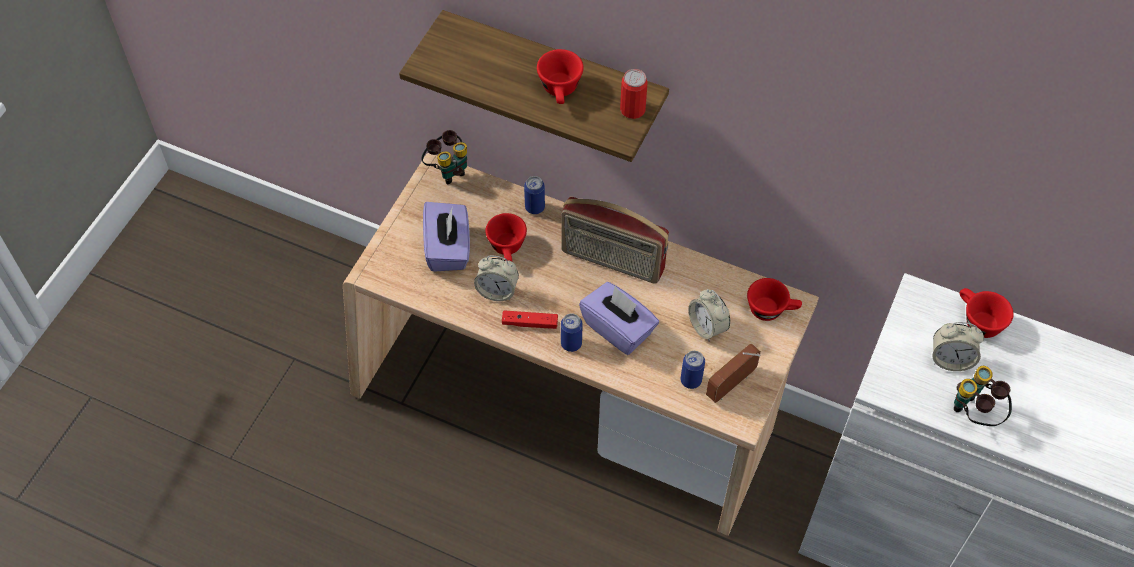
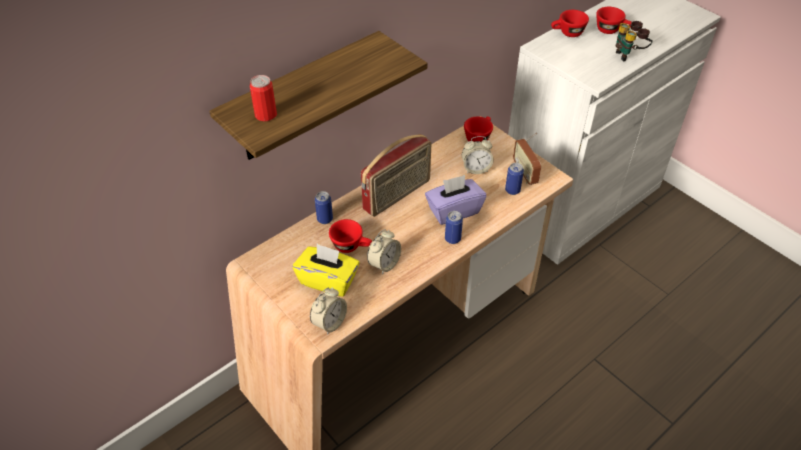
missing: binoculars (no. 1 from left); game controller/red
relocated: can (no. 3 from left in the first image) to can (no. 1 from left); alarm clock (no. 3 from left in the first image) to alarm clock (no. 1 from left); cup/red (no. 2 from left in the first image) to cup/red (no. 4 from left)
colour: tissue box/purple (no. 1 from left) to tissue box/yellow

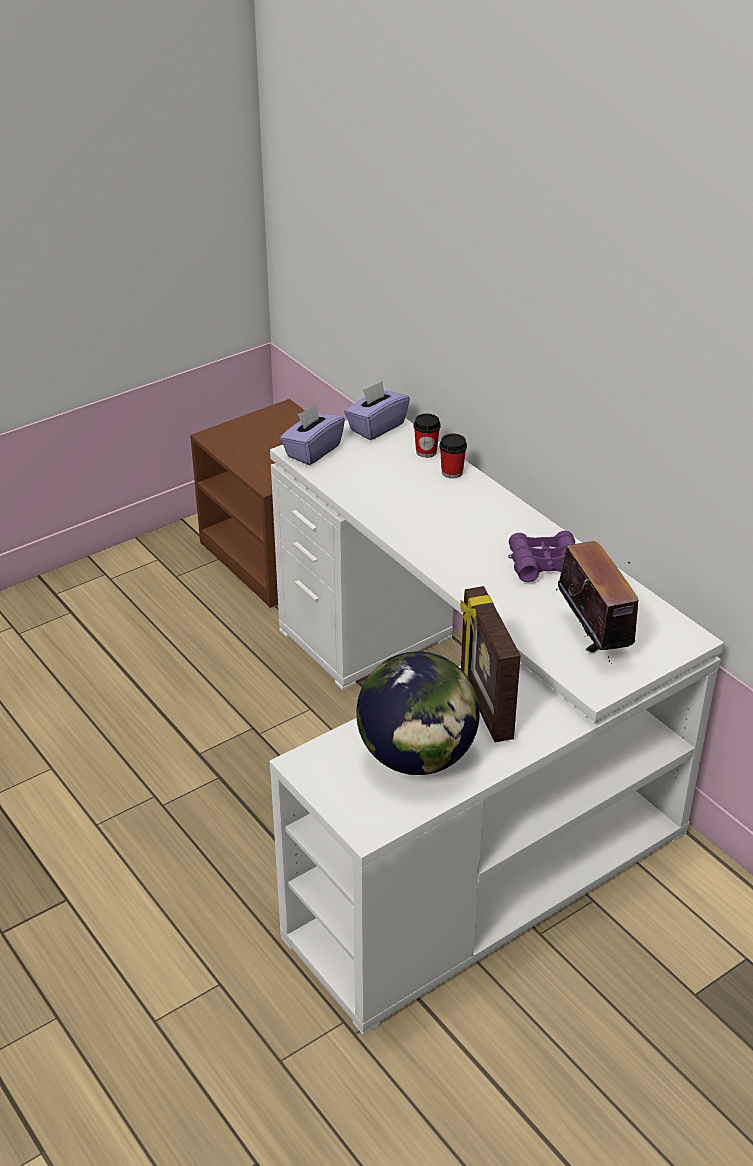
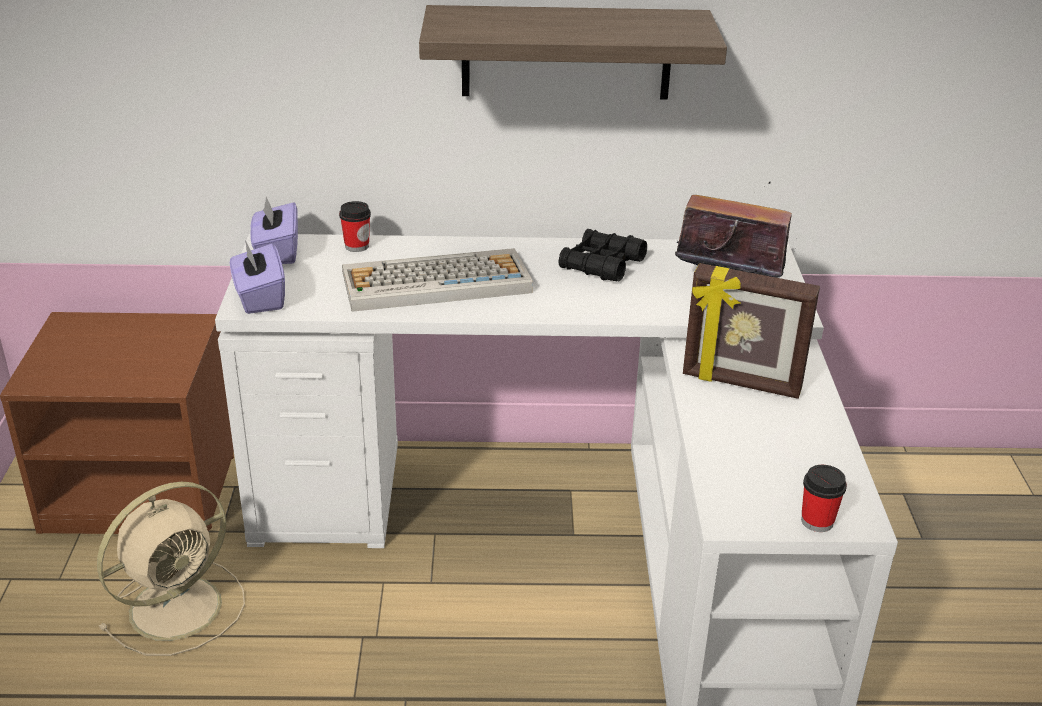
missing: globe
appeared: fan/beige; keyboard; shelf
relocated: cup (no. 2 from left)
colour: binoculars/purple to binoculars/black

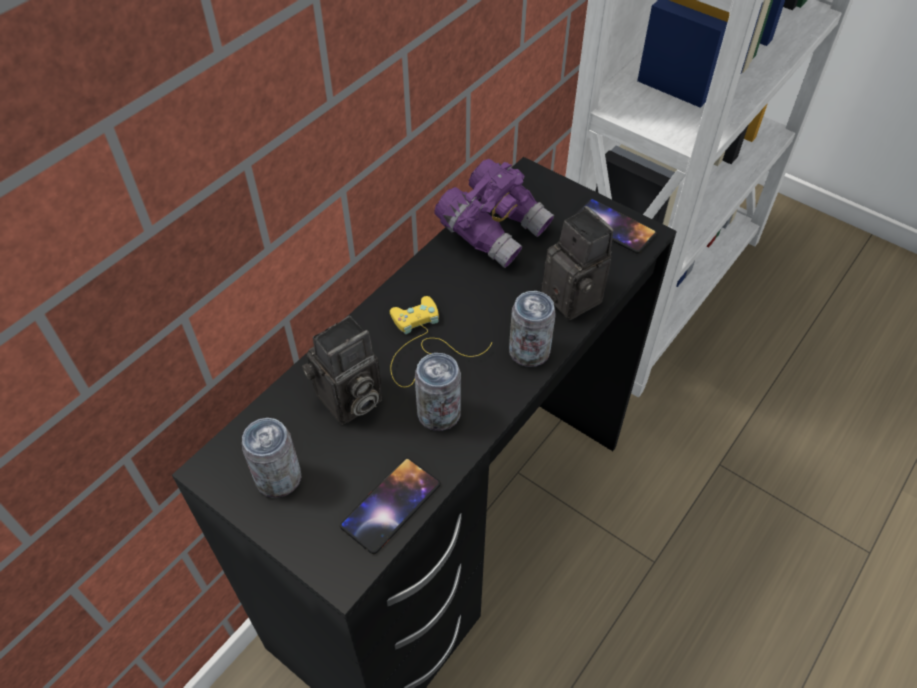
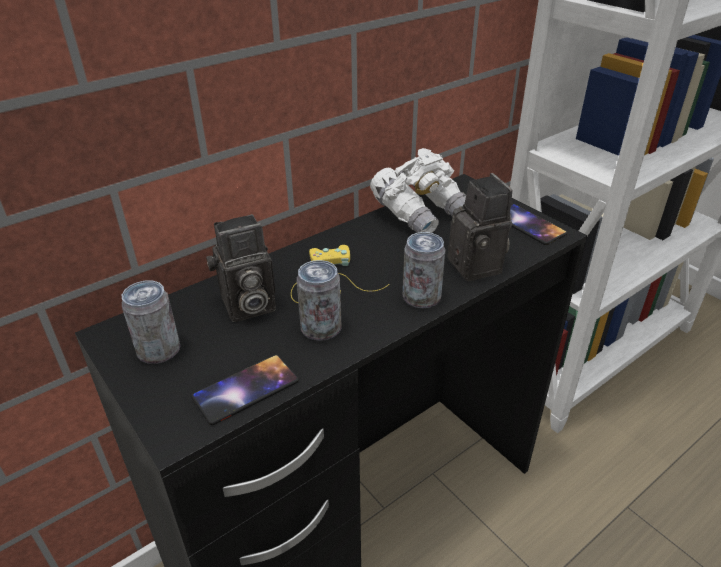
colour: binoculars/purple to binoculars/white

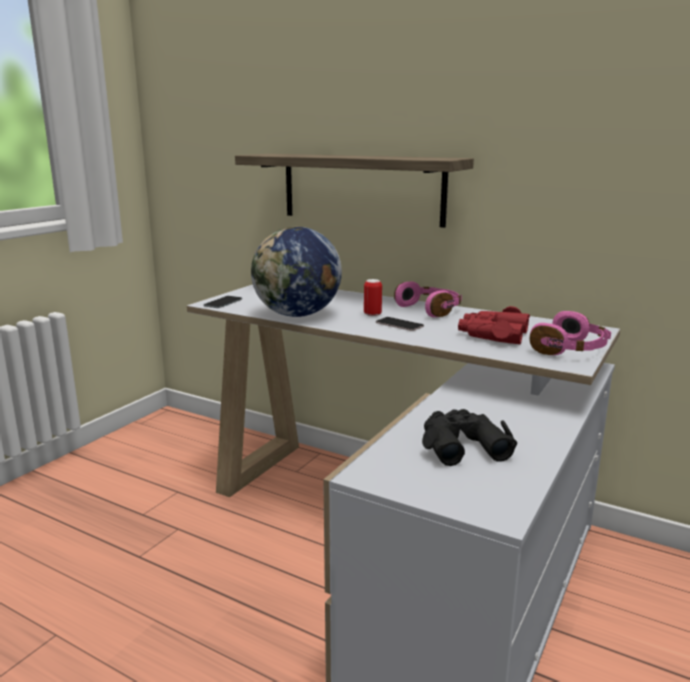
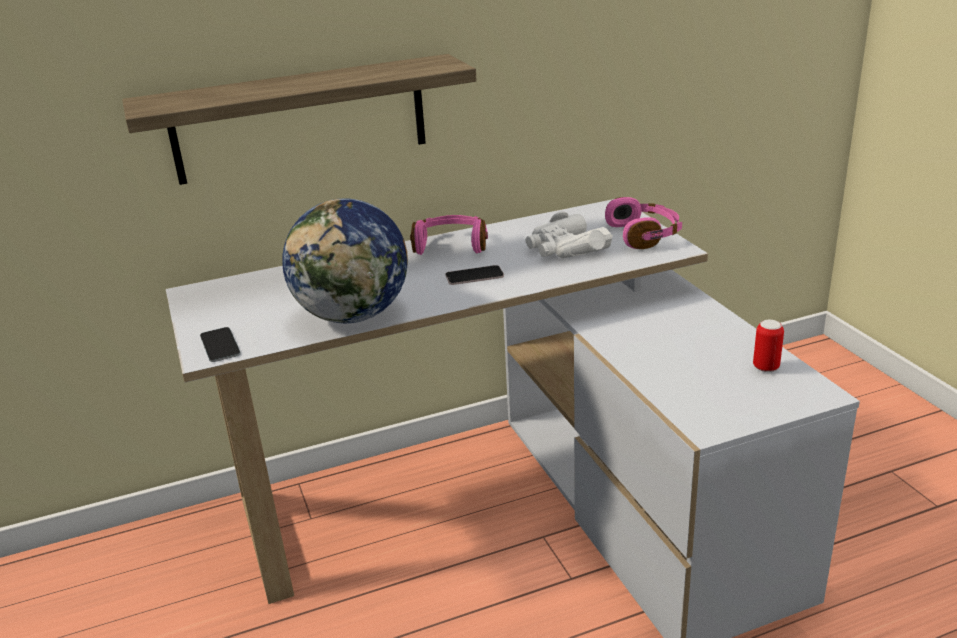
missing: binoculars/black
relocated: can
colour: binoculars/red to binoculars/white

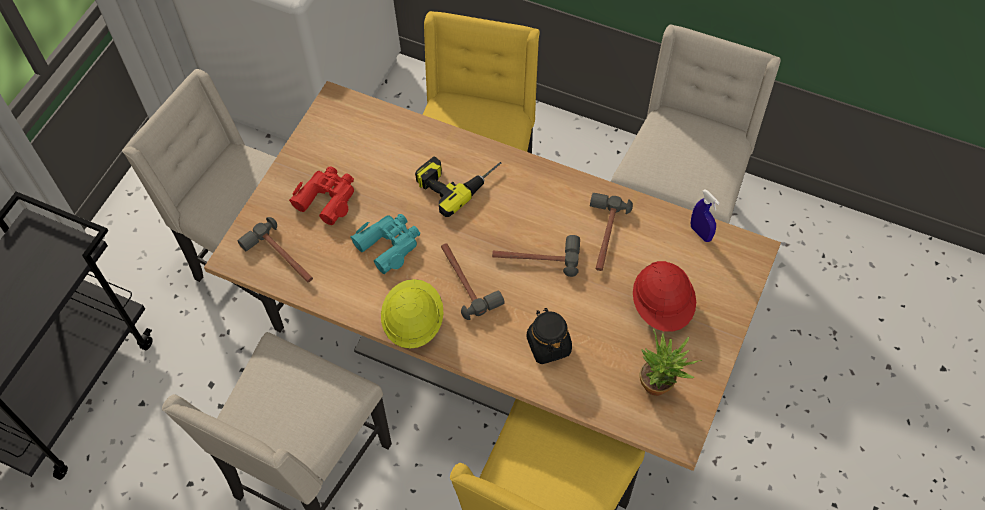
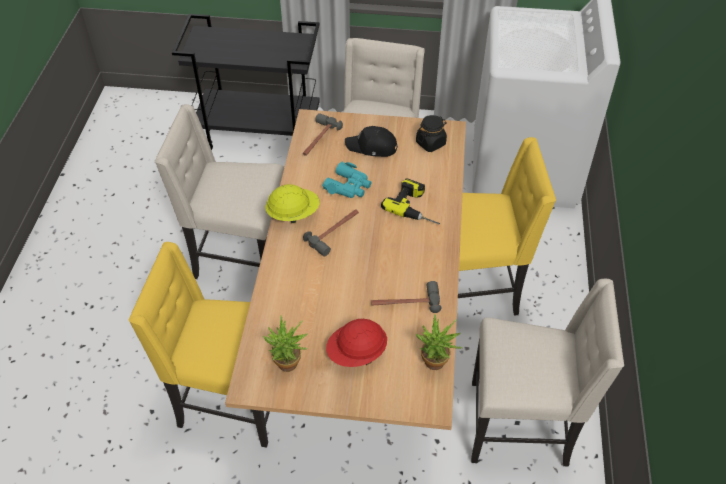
missing: hammer (no. 3 from left)
relocated: jar/black
exchanged: binoculars/red to cap/black; spray bottle/blue to potted plant (no. 2 from left)

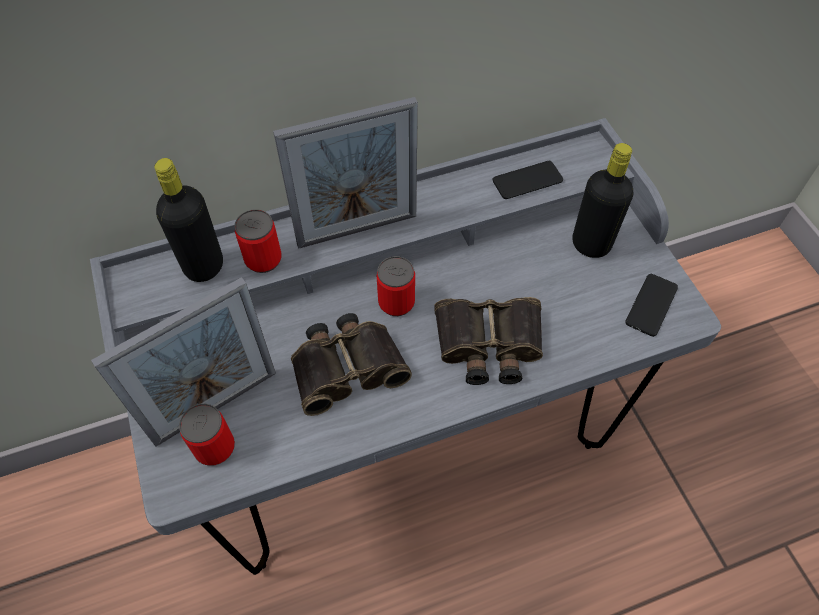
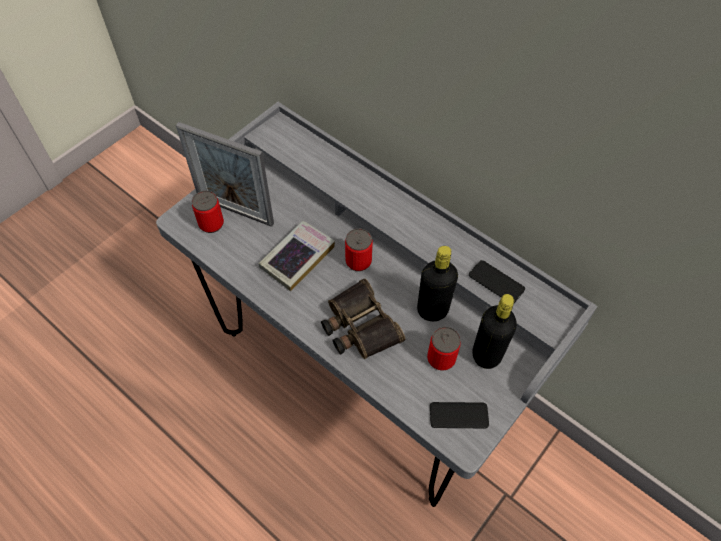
missing: picture frame (no. 2 from left)
relocated: bottle/black (no. 1 from left); can (no. 2 from left in the first image) to can (no. 3 from left)
exchanged: binoculars (no. 1 from left) to book

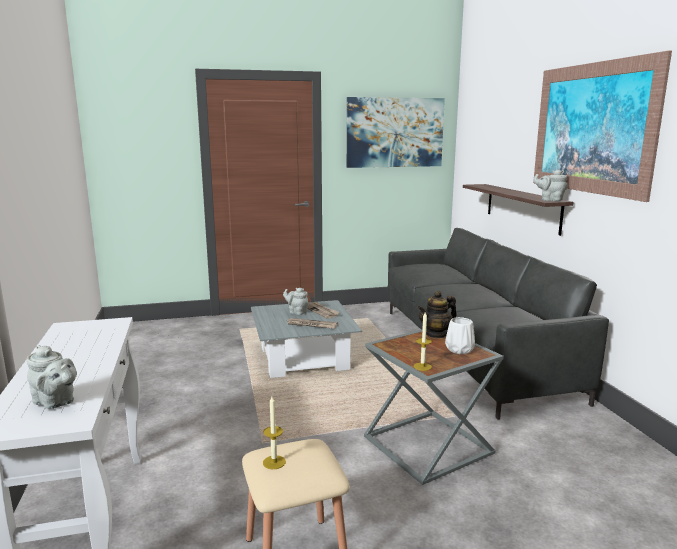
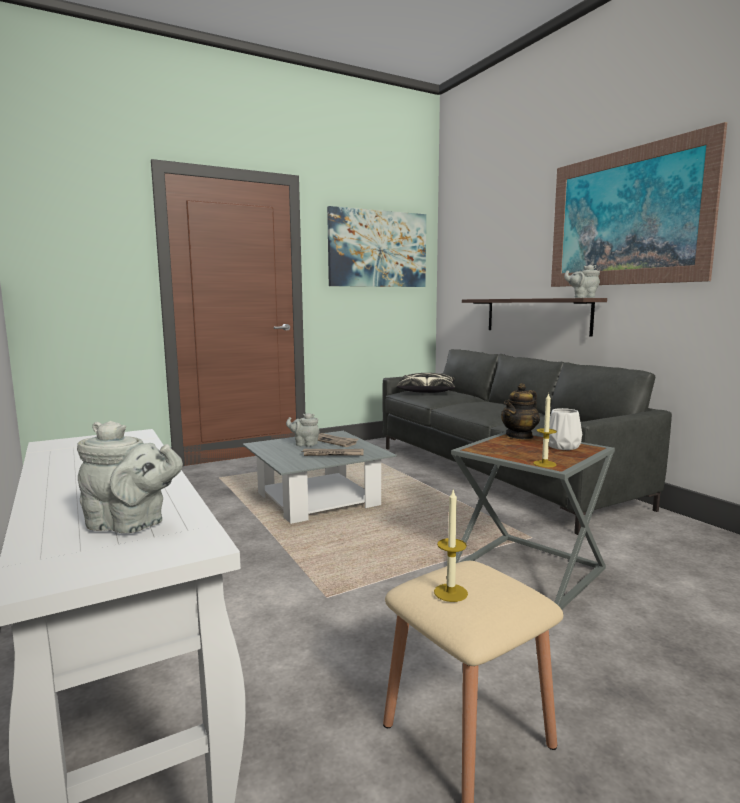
appeared: pillow

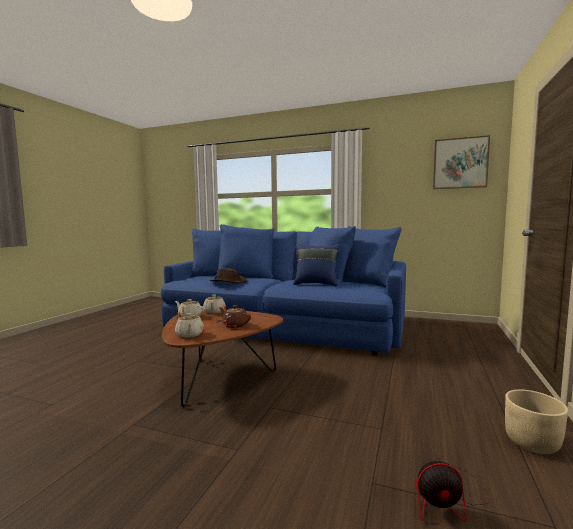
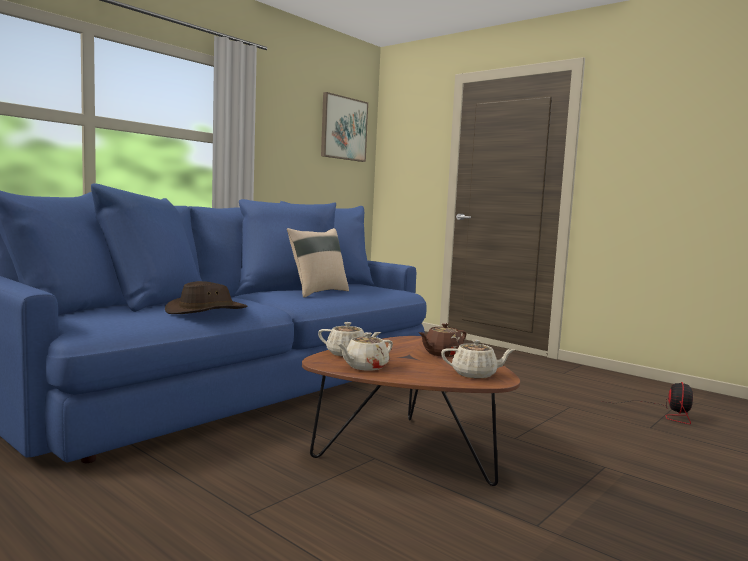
missing: planter/beige
colour: pillow/blue to pillow/beige

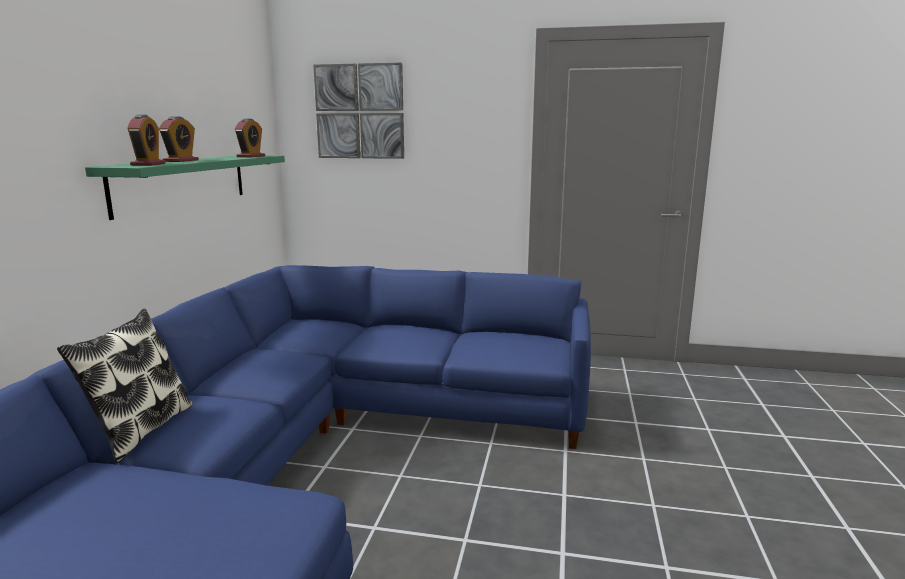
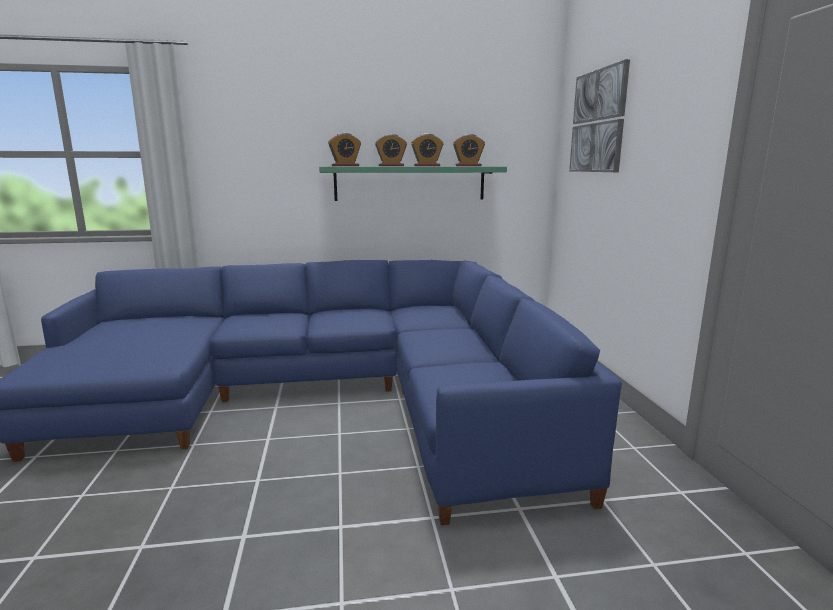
missing: pillow
appeared: alarm clock (no. 3 from left)

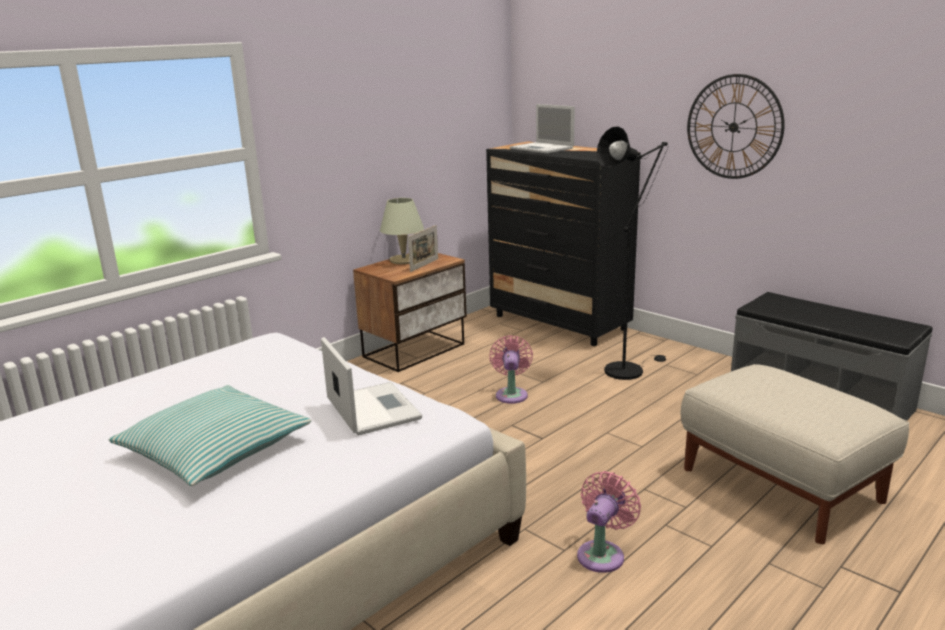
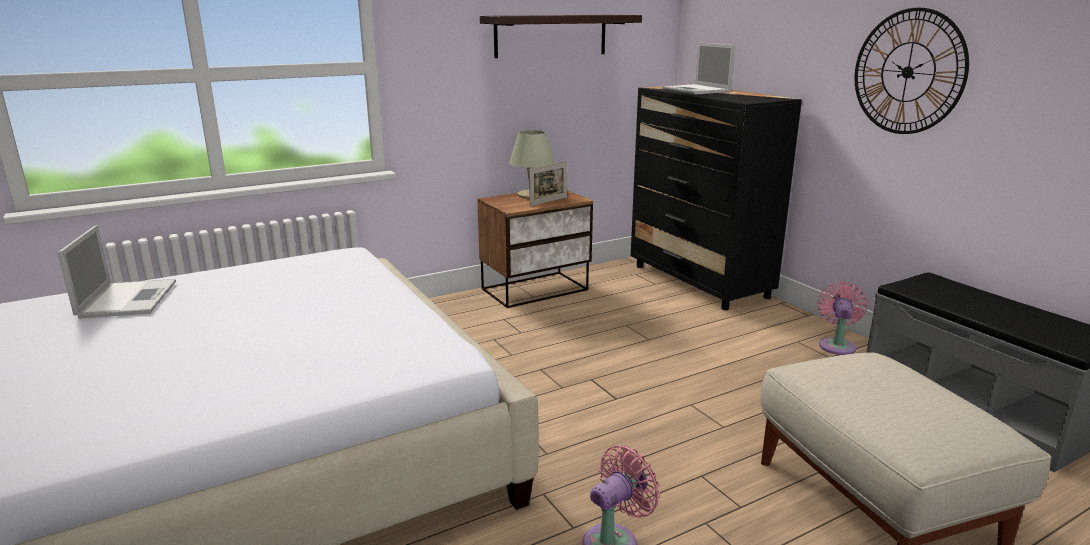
missing: pillow; floor lamp/black
appeared: shelf
relocated: laptop (no. 1 from left); fan/pink (no. 1 from left in the first image) to fan/pink (no. 2 from left)

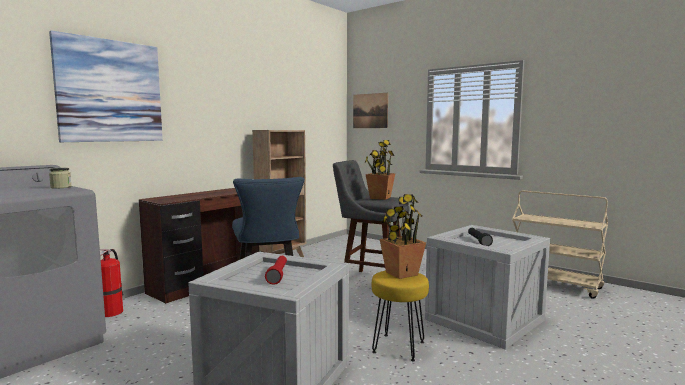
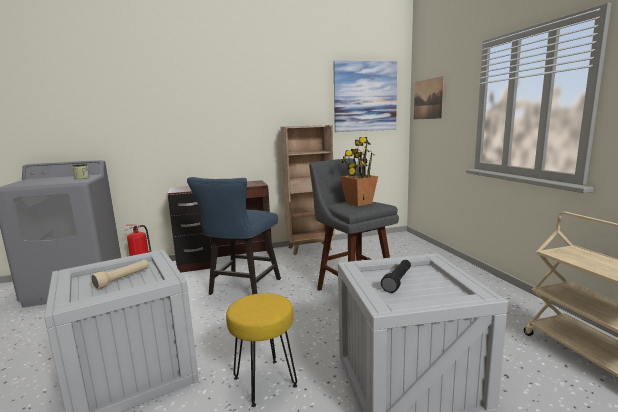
missing: potted plant (no. 2 from left)
relocated: picture (no. 1 from left)
colour: flashlight/red to flashlight/beige

